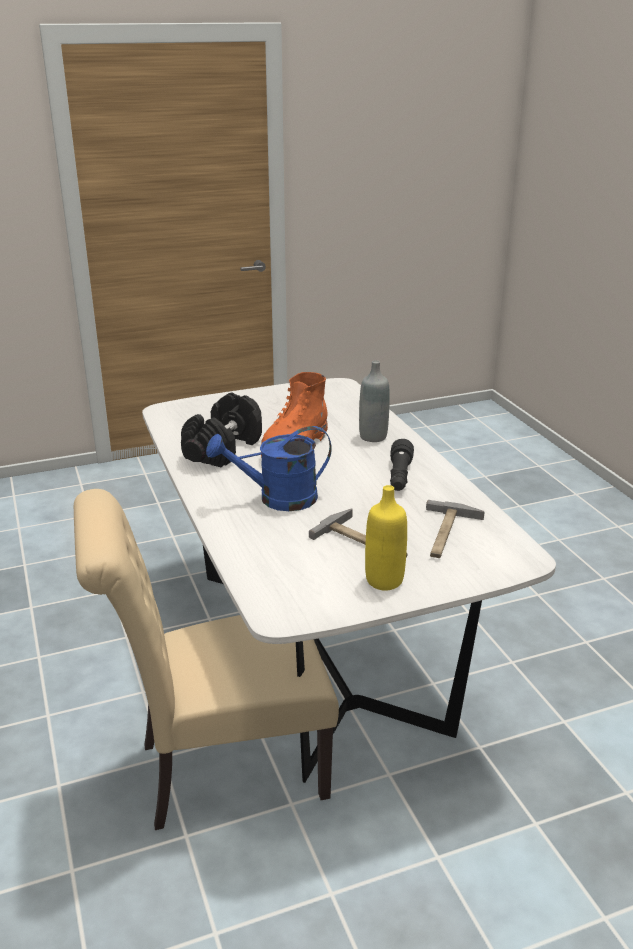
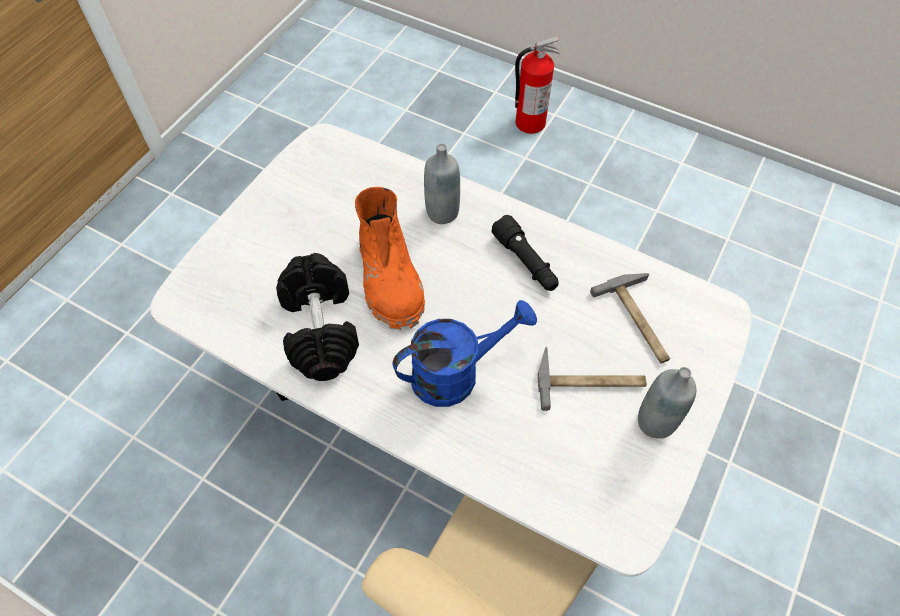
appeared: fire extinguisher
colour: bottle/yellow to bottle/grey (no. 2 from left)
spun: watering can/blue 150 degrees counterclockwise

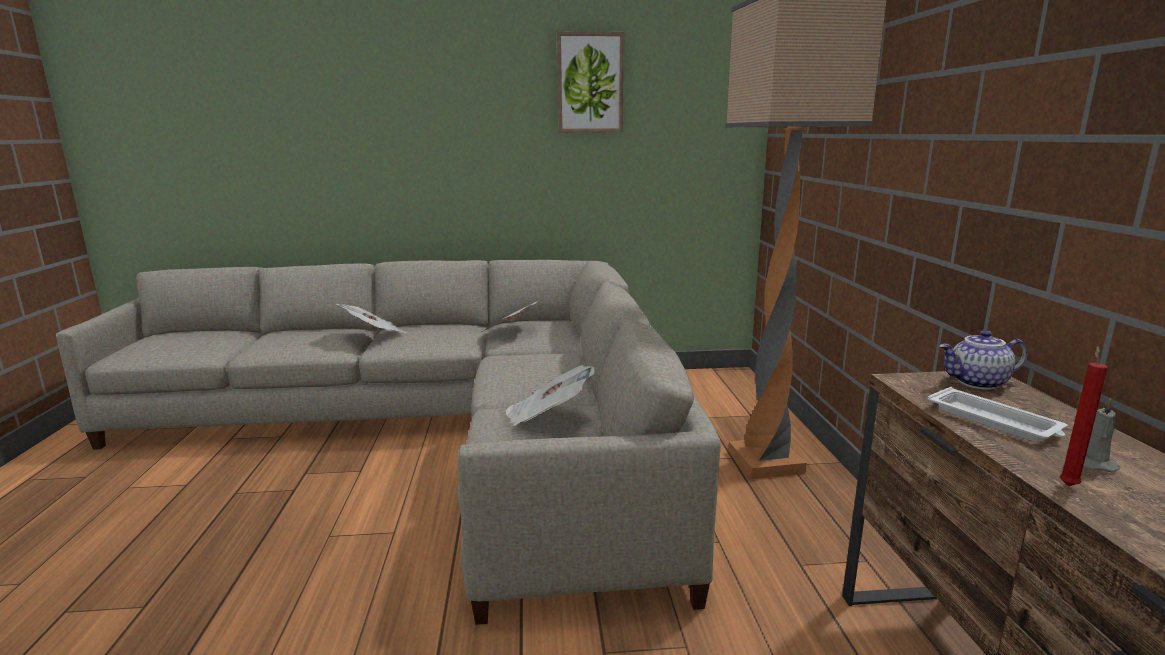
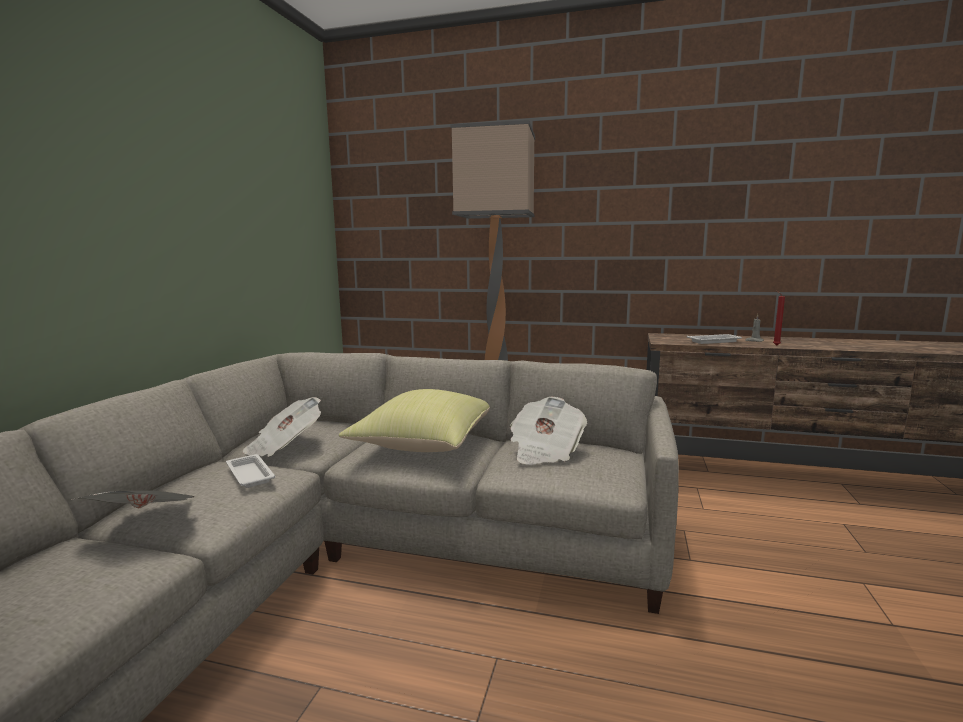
missing: picture; teapot
appeared: tray/white (no. 1 from left); pillow/yellow

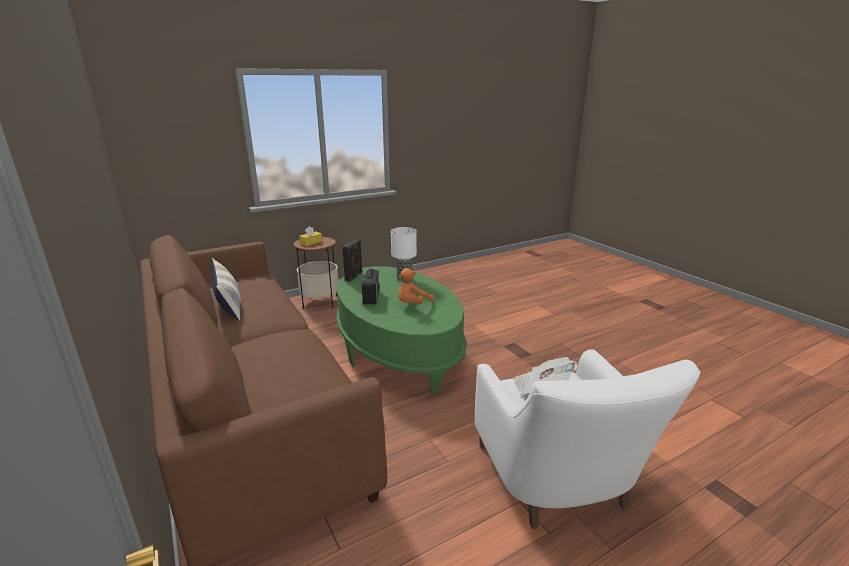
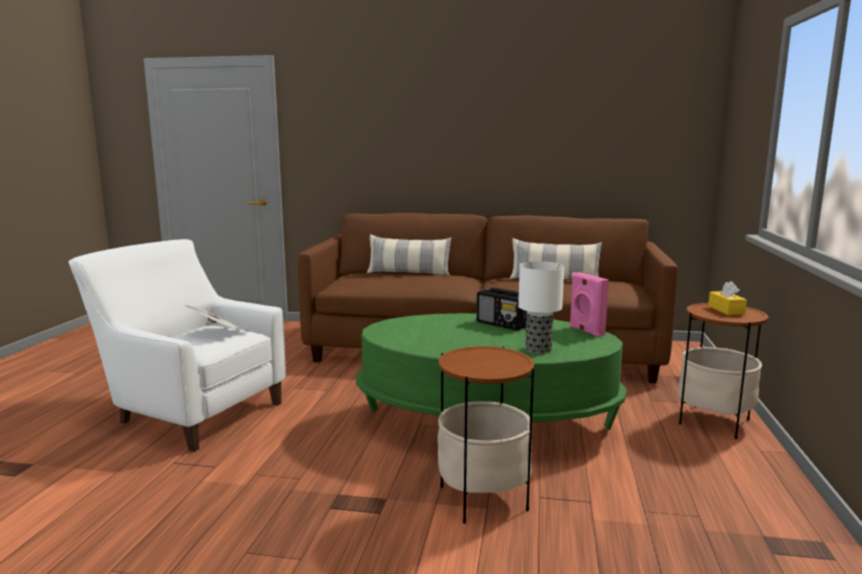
missing: plush toy/orange
appeared: pillow (no. 1 from left); side table (no. 1 from left)
colour: speaker/black to speaker/pink

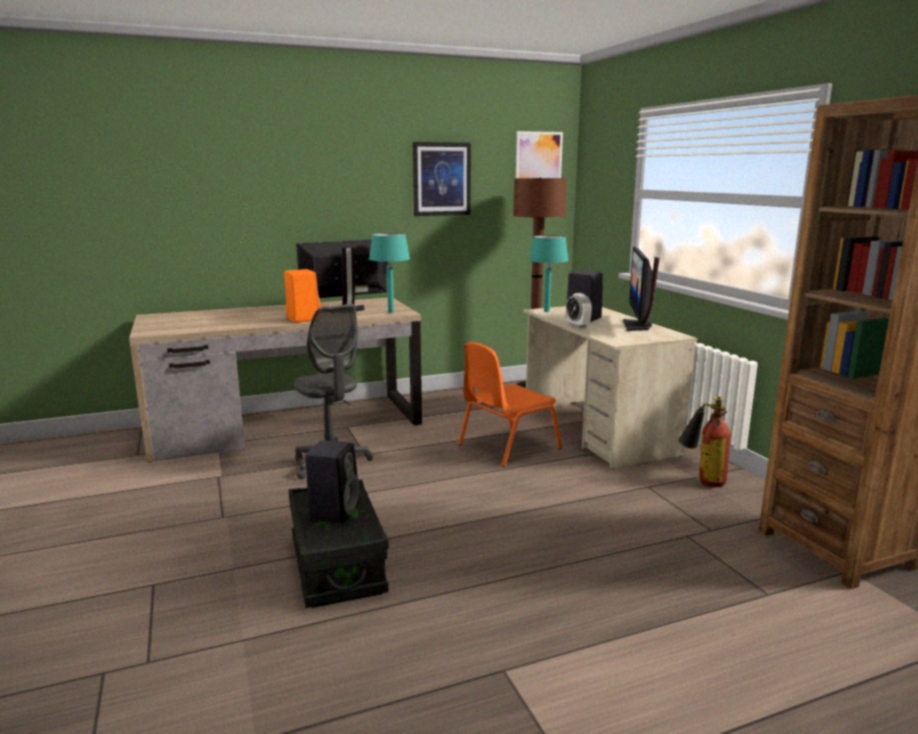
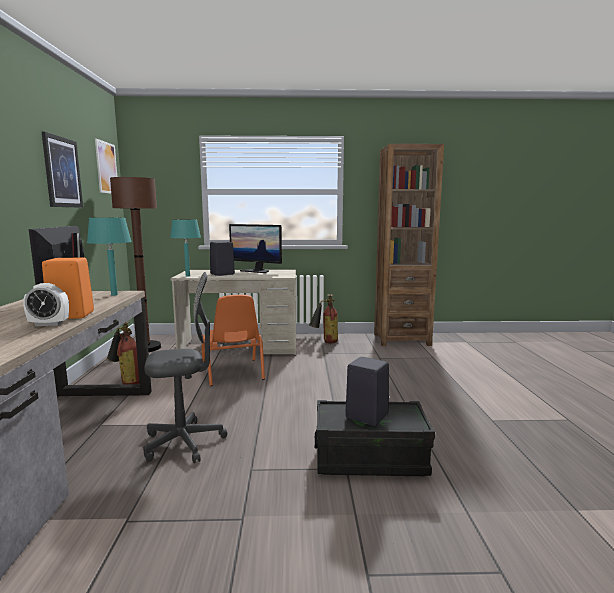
appeared: fire extinguisher (no. 1 from left)
relocated: alarm clock

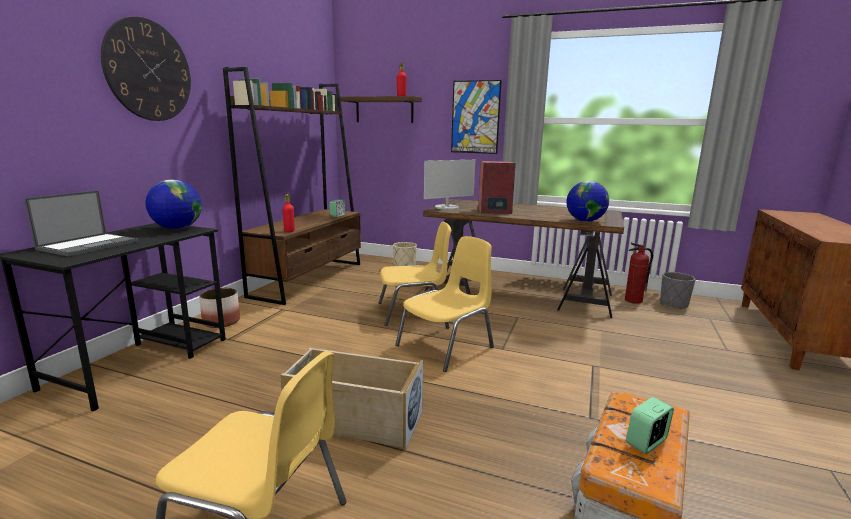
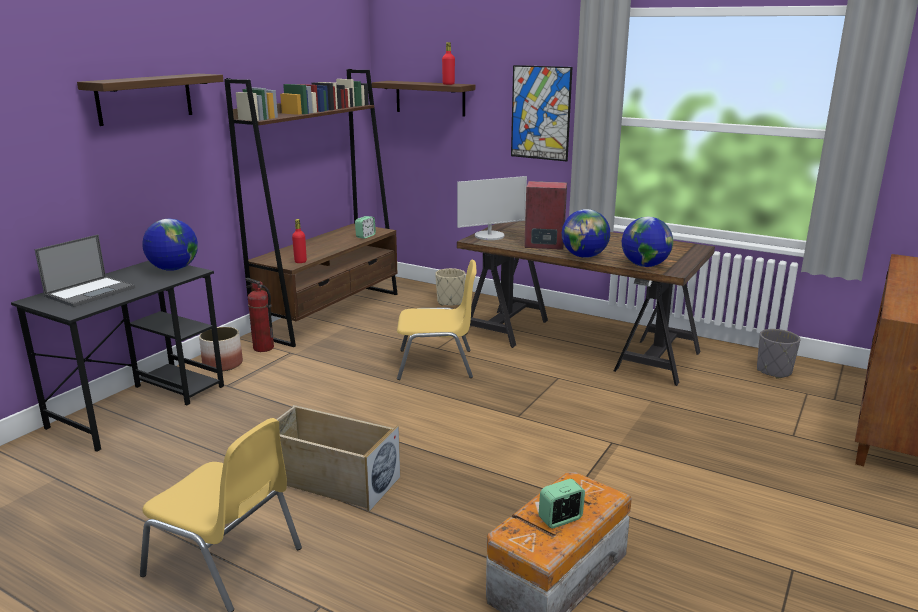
missing: chair/yellow (no. 3 from left)
appeared: globe (no. 2 from left)
relocated: fire extinguisher
exchanged: wall clock to shelf (no. 1 from left)

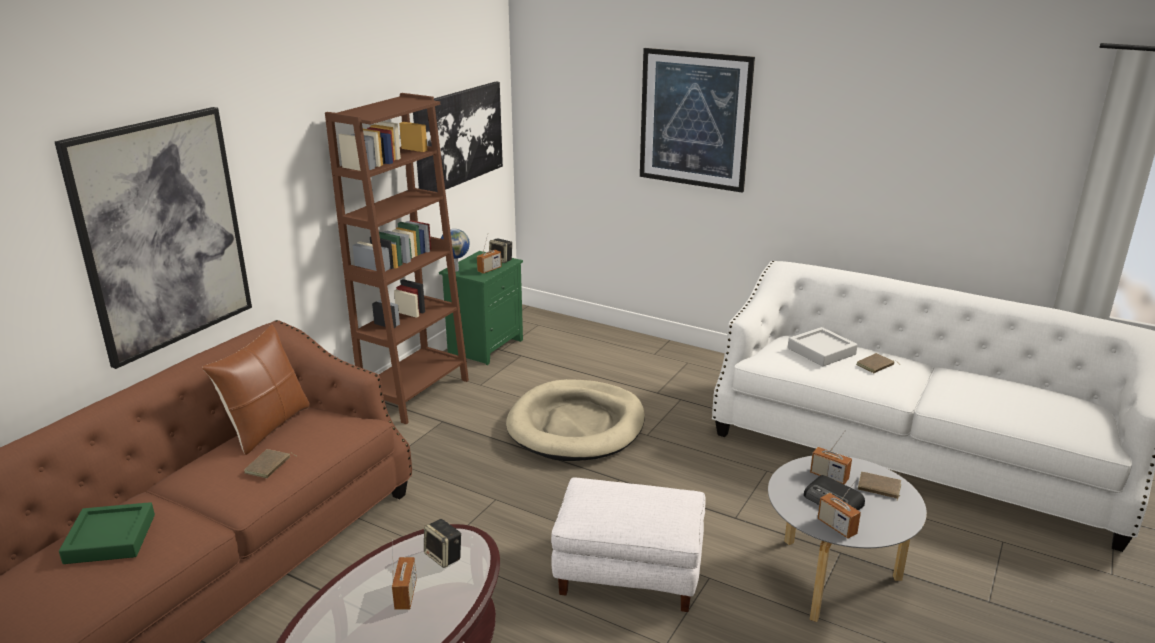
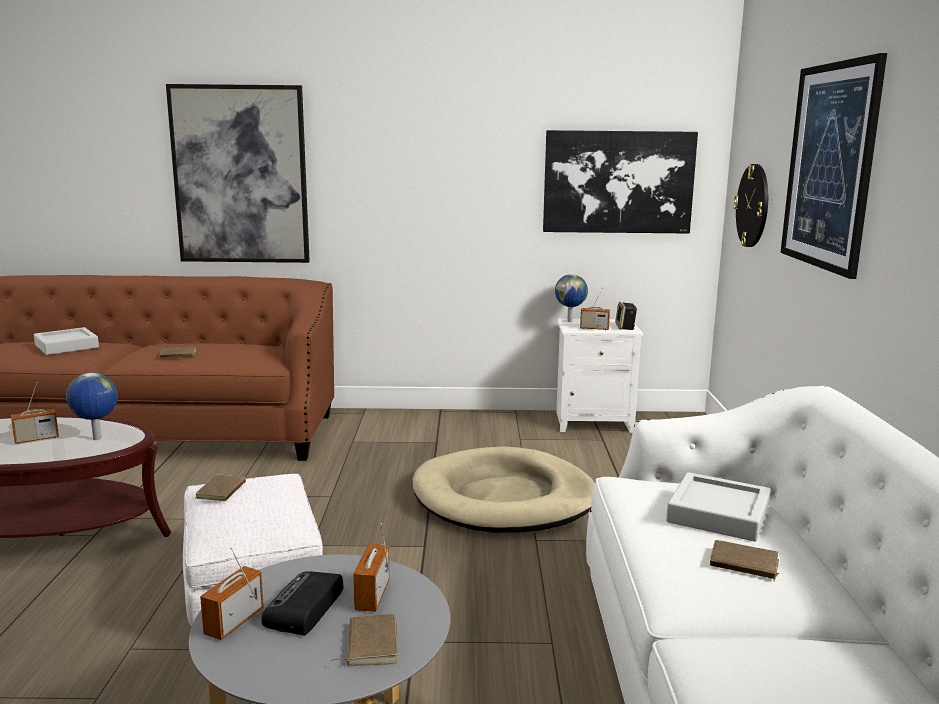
missing: pillow/brown; bookcase/brown
appeared: book/brown (no. 2 from left); wall clock
exchanged: speaker (no. 1 from left) to globe (no. 1 from left)
colour: tray/green to tray/grey (no. 1 from left); nightstand/green to nightstand/white

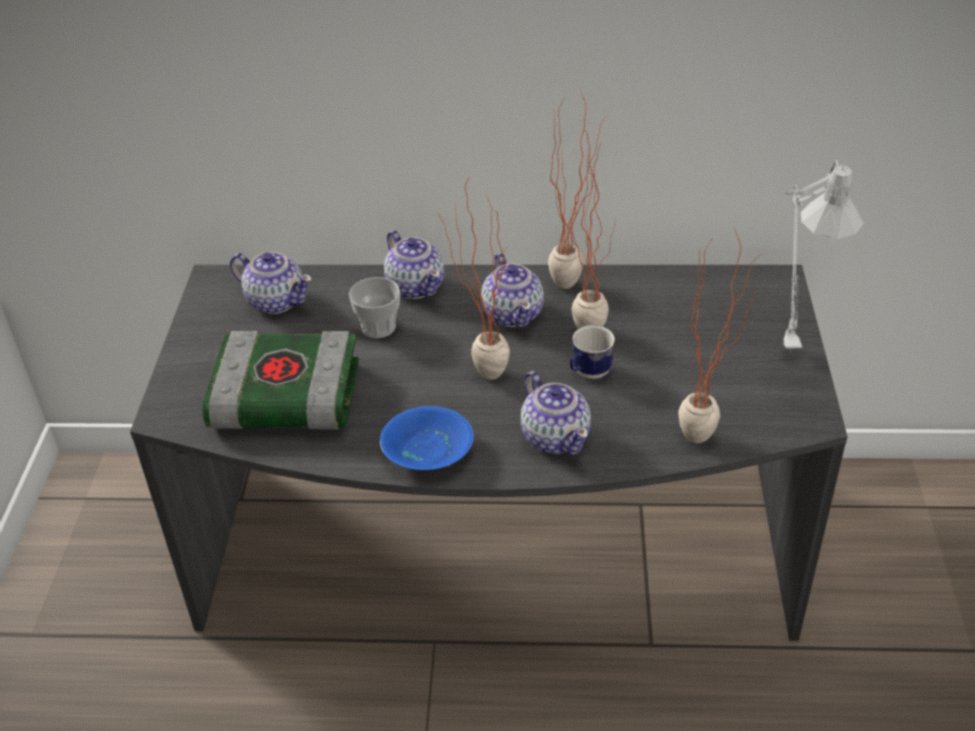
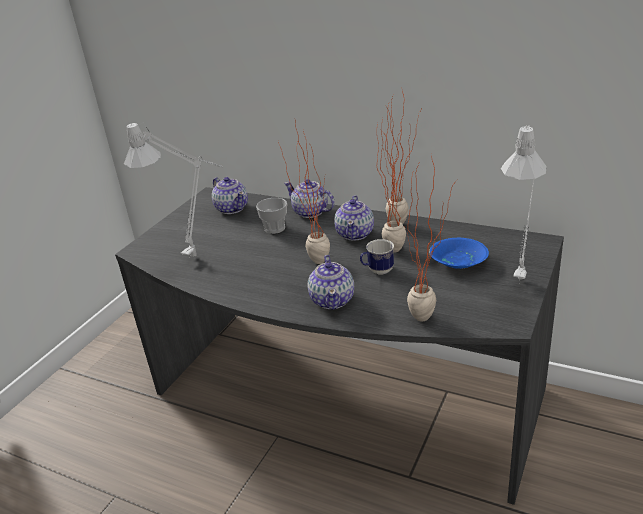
relocated: bowl/blue
exchanged: book to table lamp/grey (no. 1 from left)
spun: teapot (no. 2 from left) 135 degrees clockwise

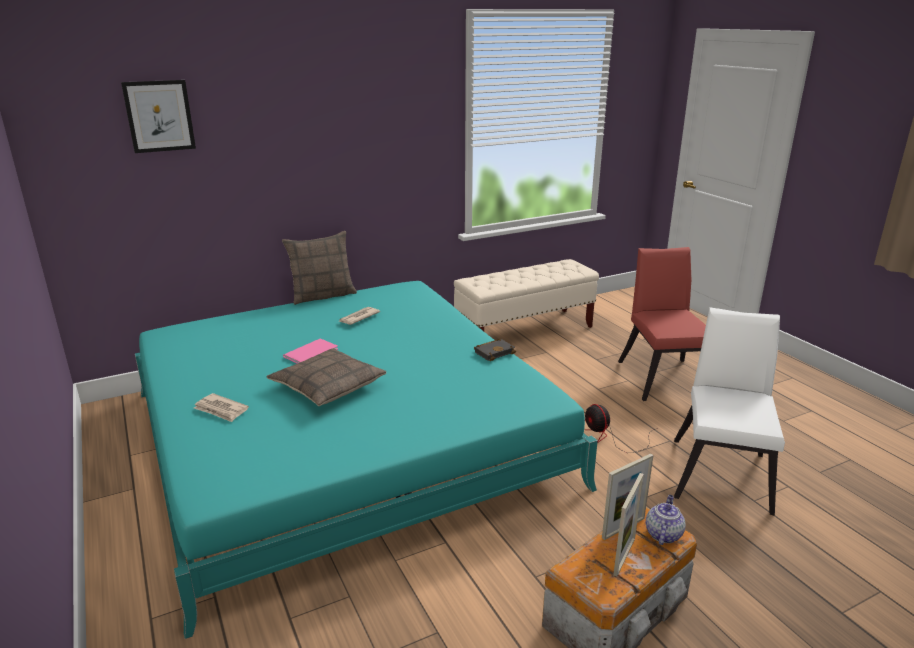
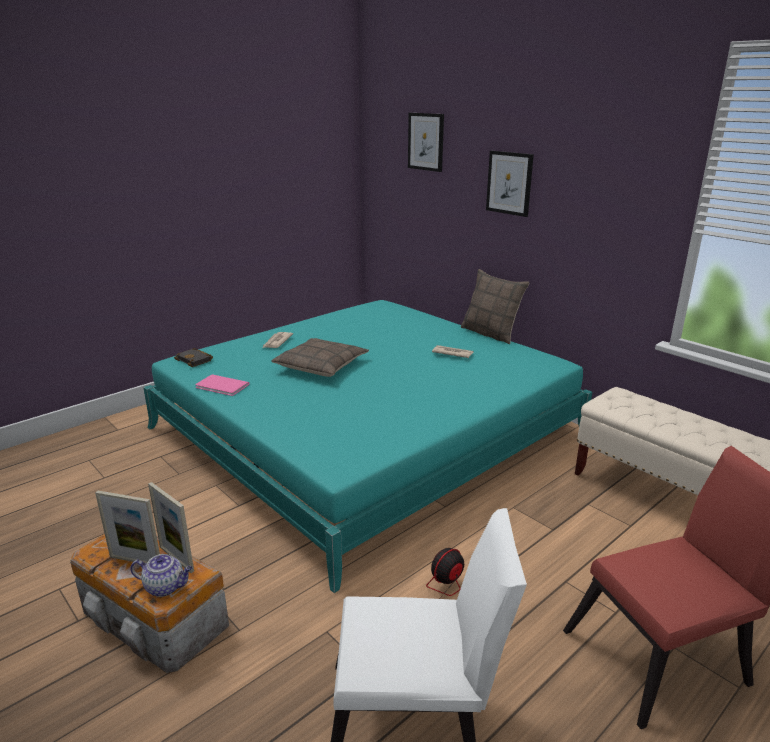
appeared: picture (no. 2 from left)
relocated: book/black; book/pink

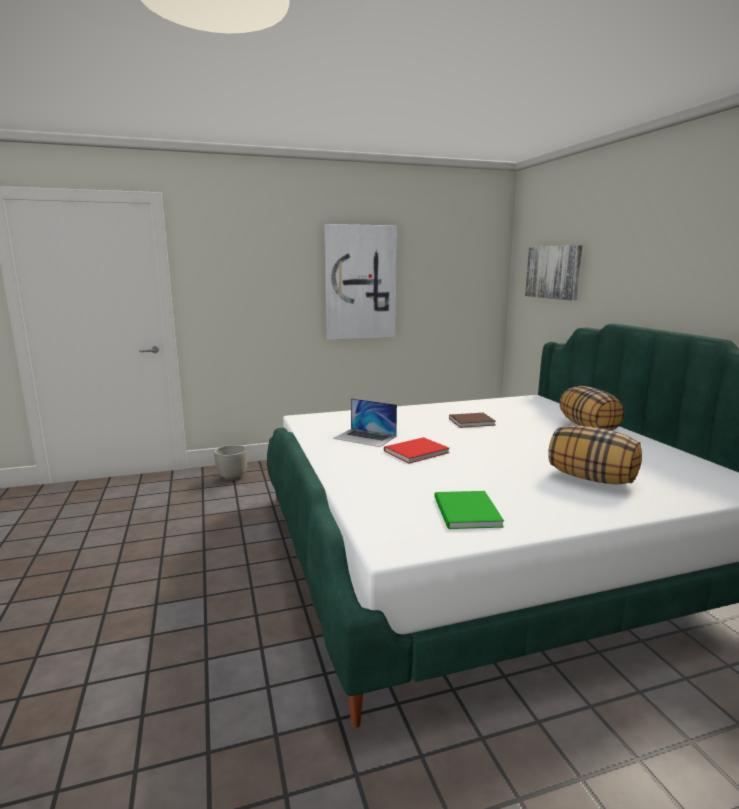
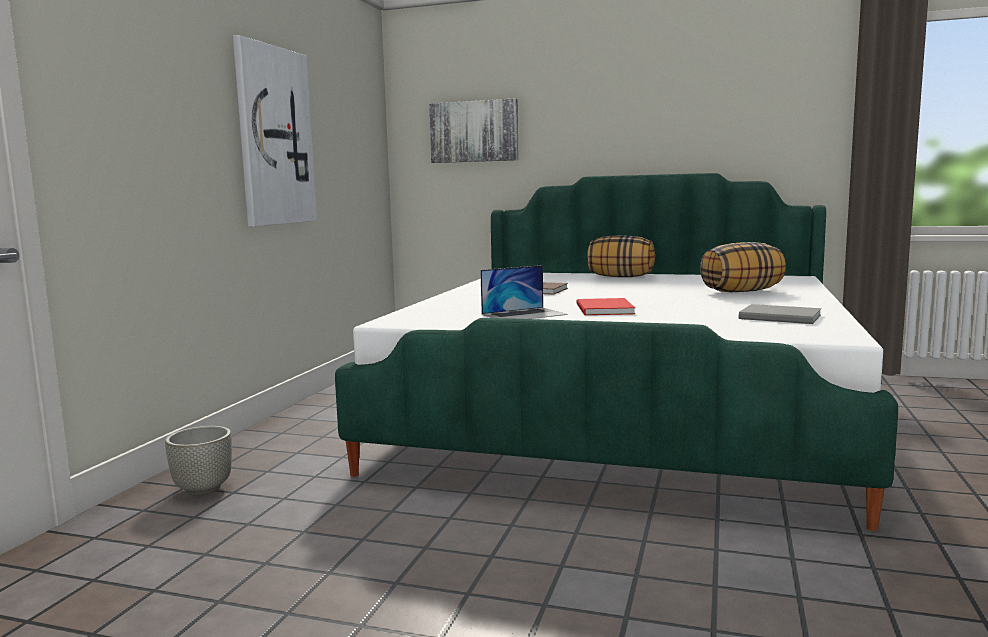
colour: book/green to book/grey

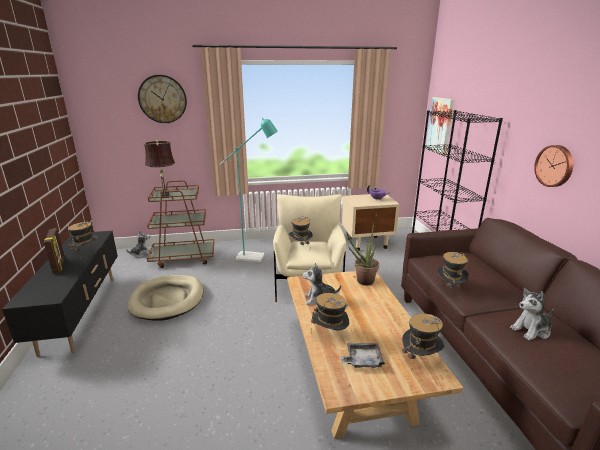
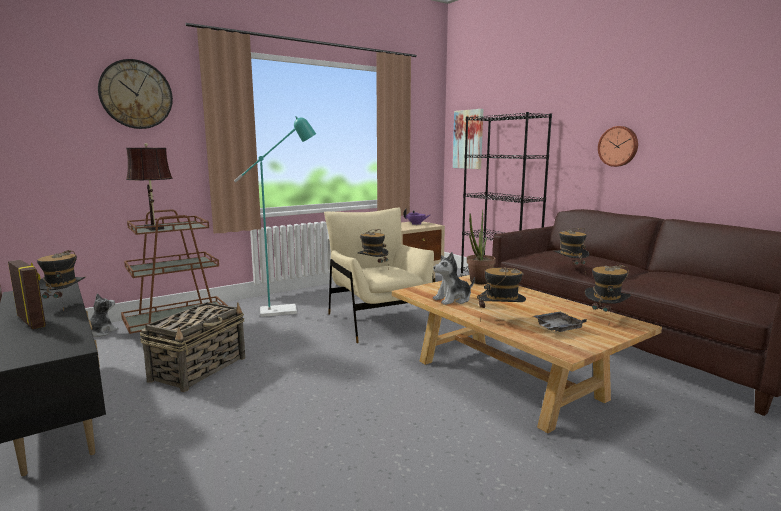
missing: plush toy (no. 3 from left)
exchanged: dog bed/beige to basket

